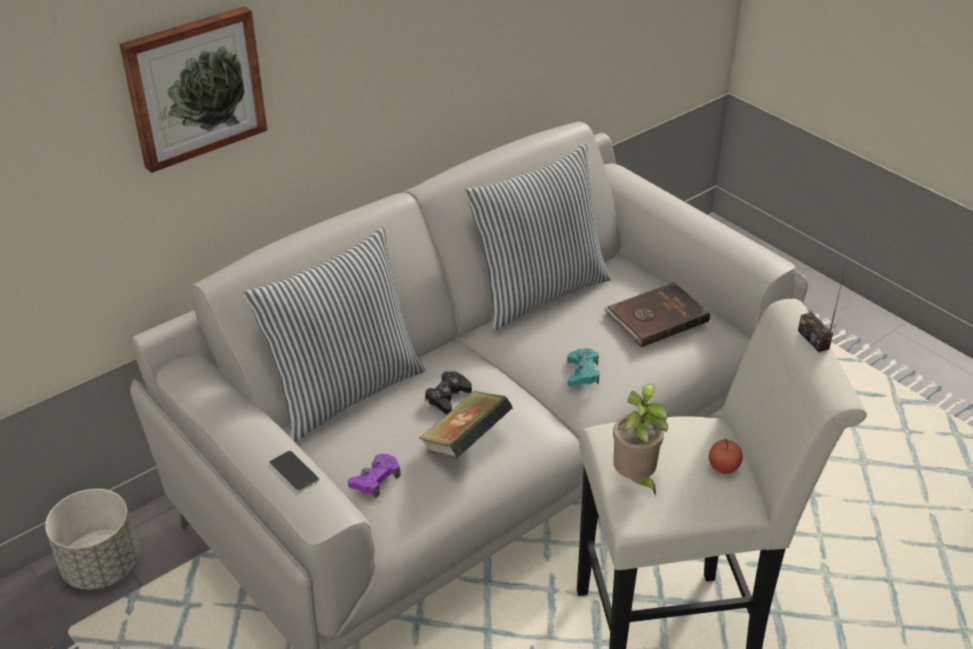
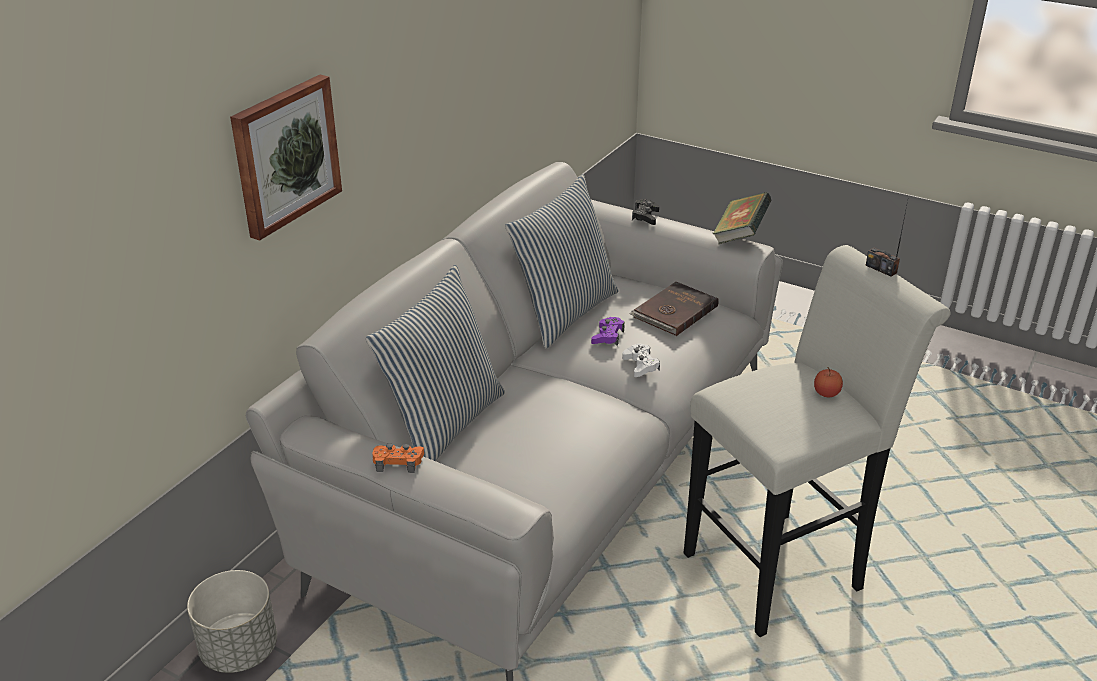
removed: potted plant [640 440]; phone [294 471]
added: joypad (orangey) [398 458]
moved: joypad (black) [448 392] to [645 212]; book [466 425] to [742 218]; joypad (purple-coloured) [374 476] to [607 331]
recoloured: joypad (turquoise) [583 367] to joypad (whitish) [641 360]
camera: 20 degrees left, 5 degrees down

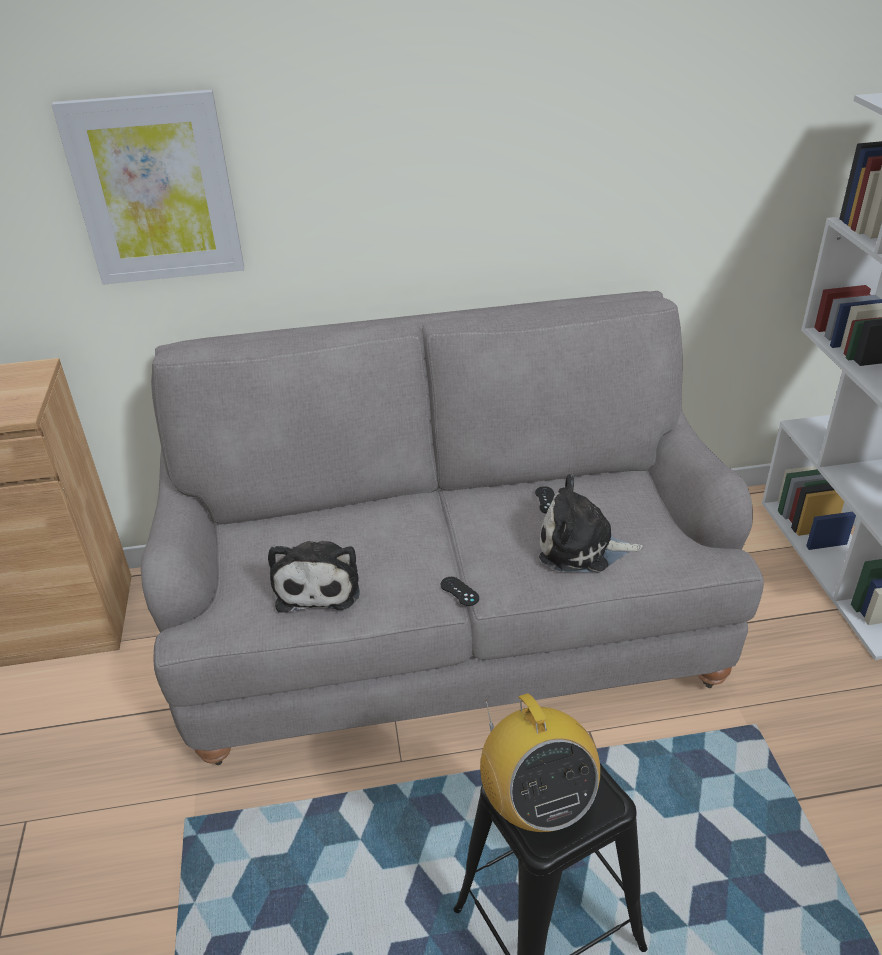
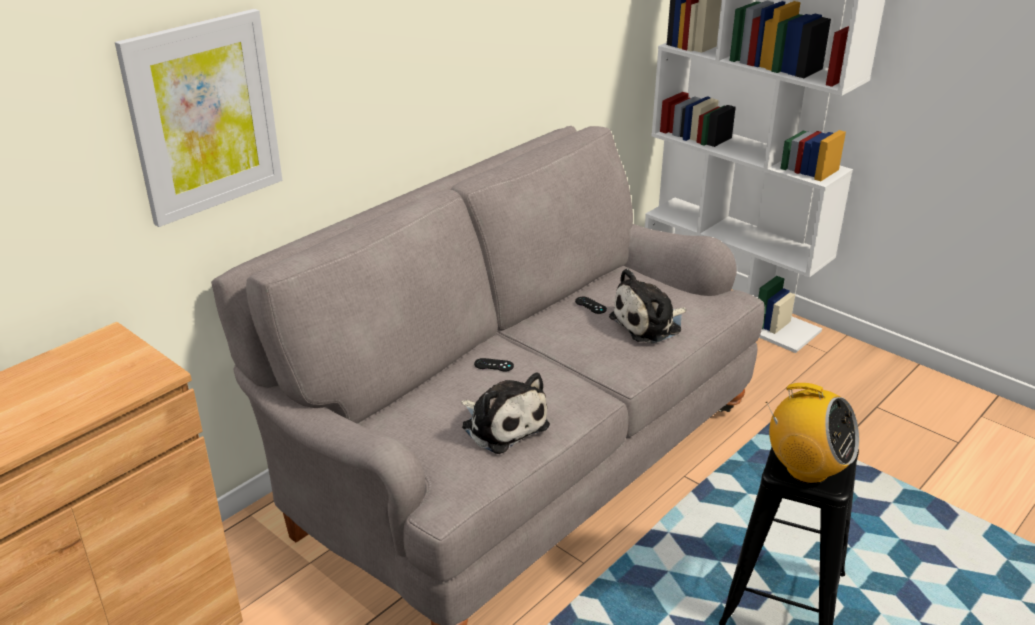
moved: joypad (black) [460 591] to [494 365]
camera: 40 degrees left, 5 degrees down

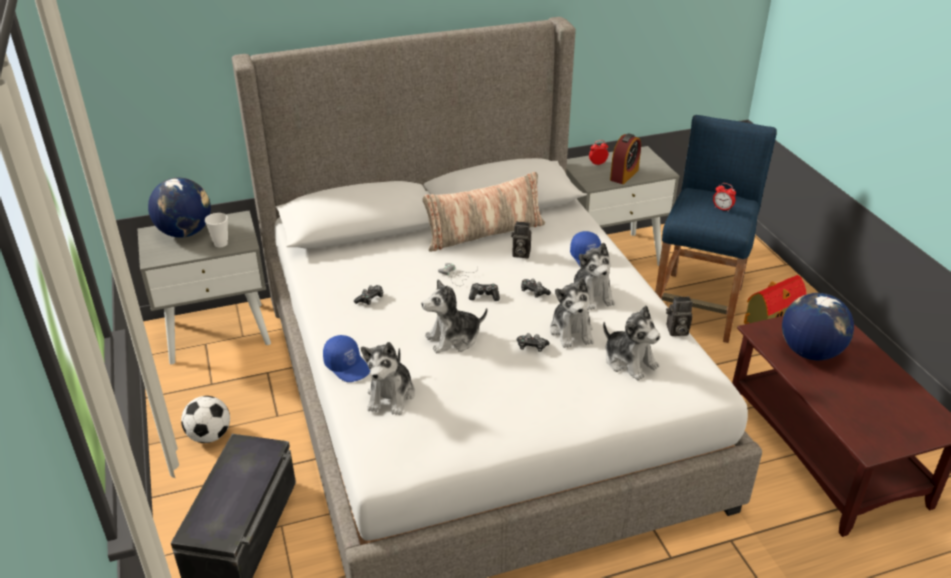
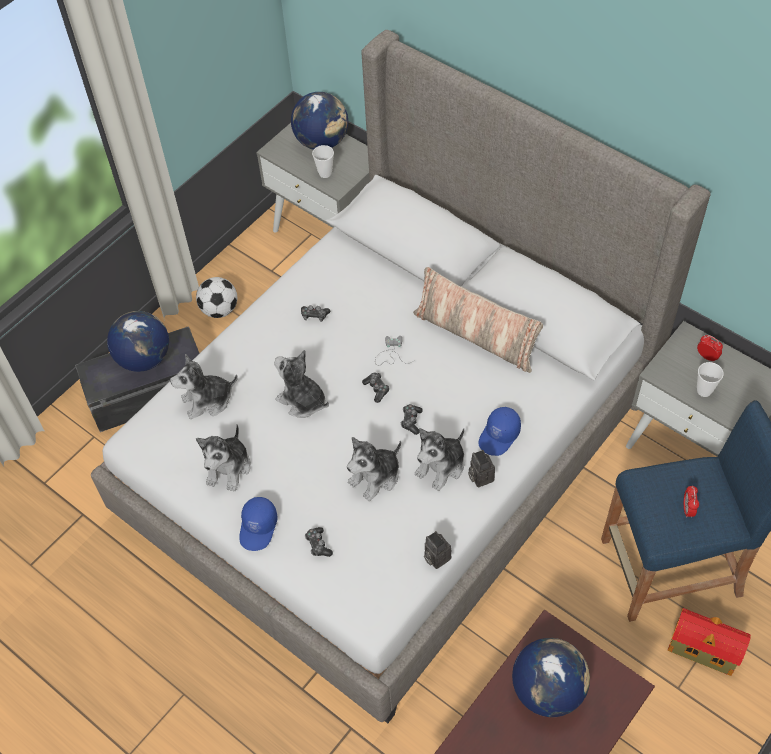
added: world globe [138 341]
moved: photo camera [521 239] to [481 468]; cuddly toy [632 343] to [223 458]; joypad [533 342] to [319 542]; peaked cap (bluish) [346 358] to [258 524]
replaced: table clock [625 159] to drinking cup [710 379]
camera: 60 degrees right, 20 degrees up

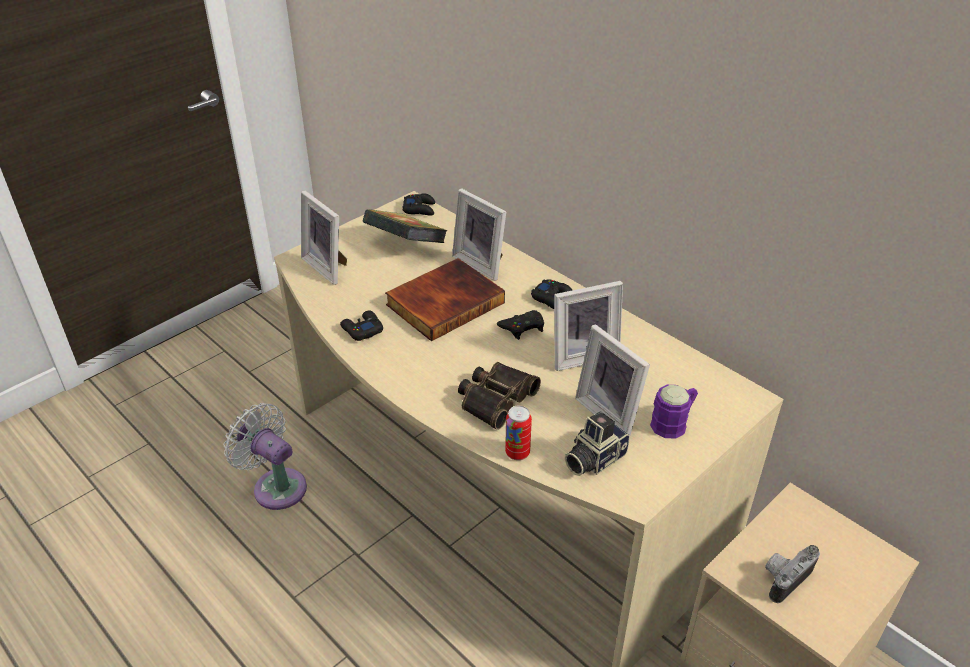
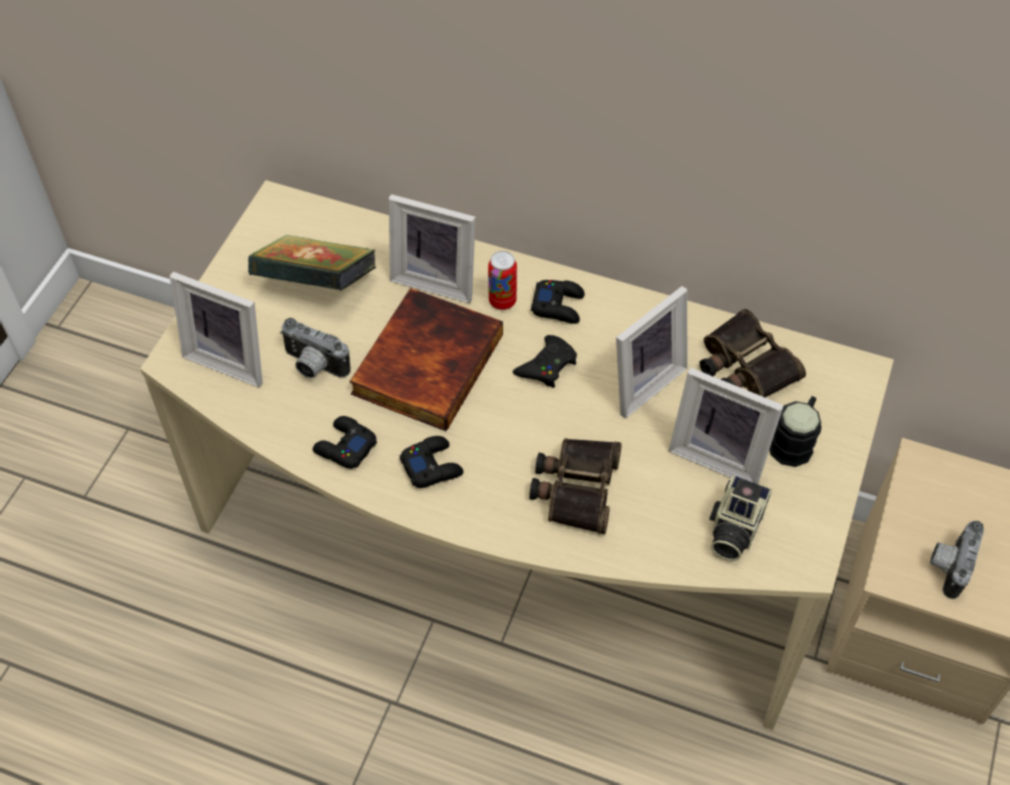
removed: cooling fan (whitish) [265 456]
added: binoculars [752 353]; photo camera [315 348]
moved: joypad (black) [419 204] to [431 462]; metal can [518 433] to [502 280]
recoloured: tea mug (purple-coloured) [674 412] to tea mug (black) [795 431]
camera: 25 degrees left, 15 degrees up

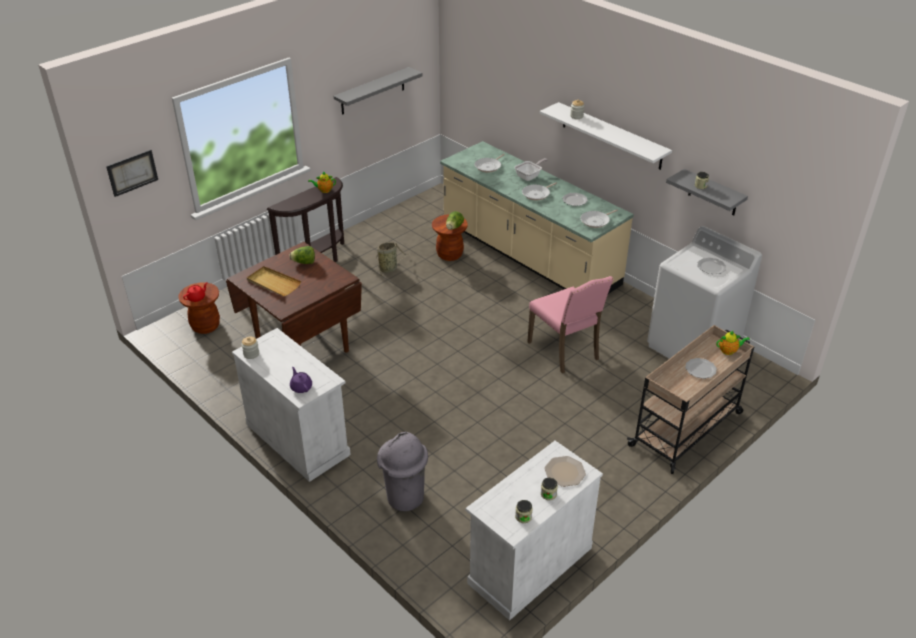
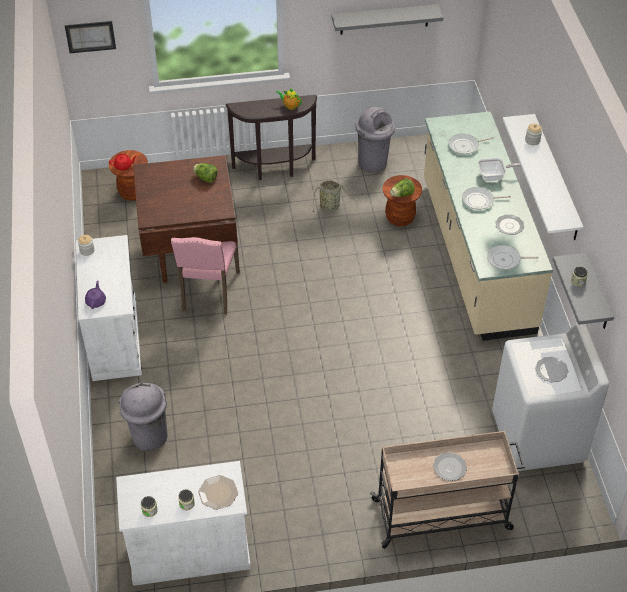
removed: serving tray (beige-coloured) [274 281]; tea pot [733 343]
added: waste bin (greyish) [375 139]
moved: chair (pink-coloured) [571 325] to [205 276]
camera: 35 degrees right, 10 degrees up

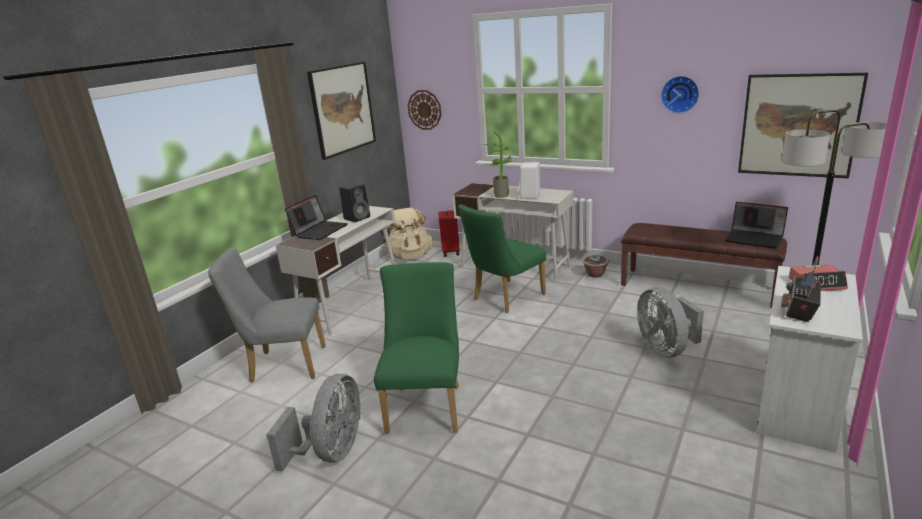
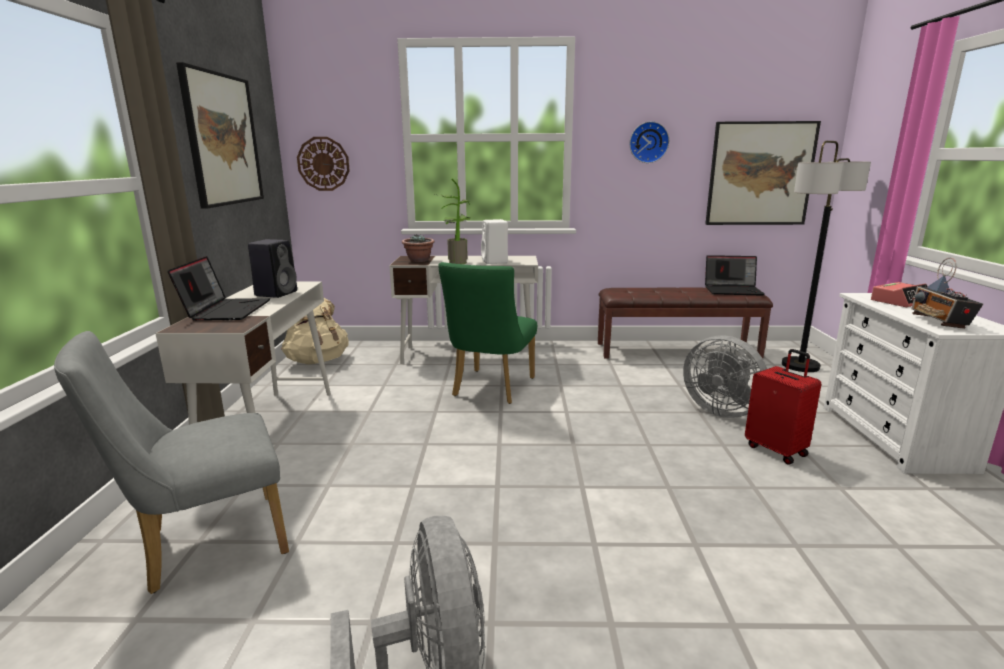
removed: chair (green) [416 348]
moved: travel case (red) [449 233] to [783 406]; potted plant [595 266] to [418 248]
camera: 30 degrees left, 5 degrees down

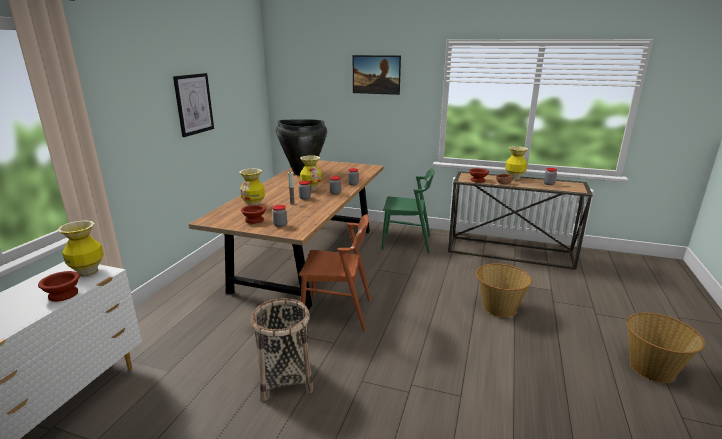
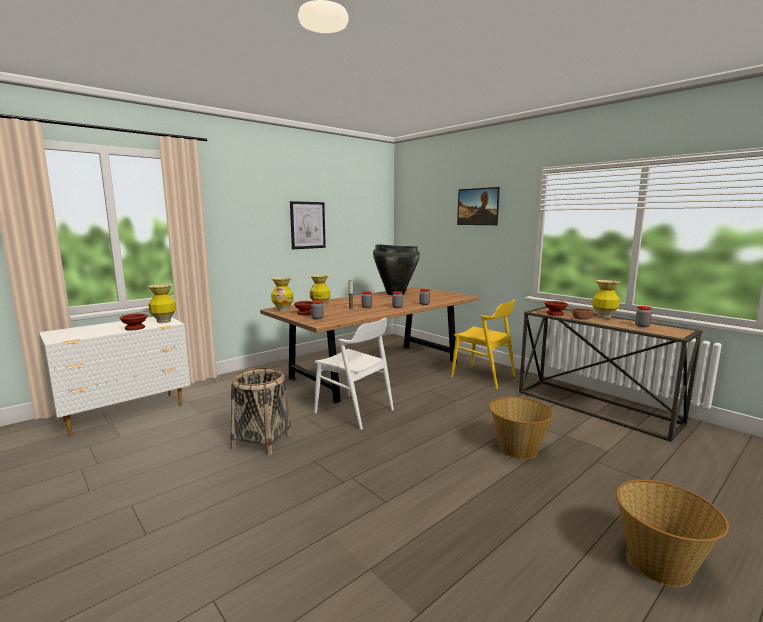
moved: decorative vase [311 173] to [282 294]
recoloured: chair (green) [408 210] to chair (yellow) [483 344]; chair (brown) [335 272] to chair (whitish) [354 374]
camera: 30 degrees right, 10 degrees down

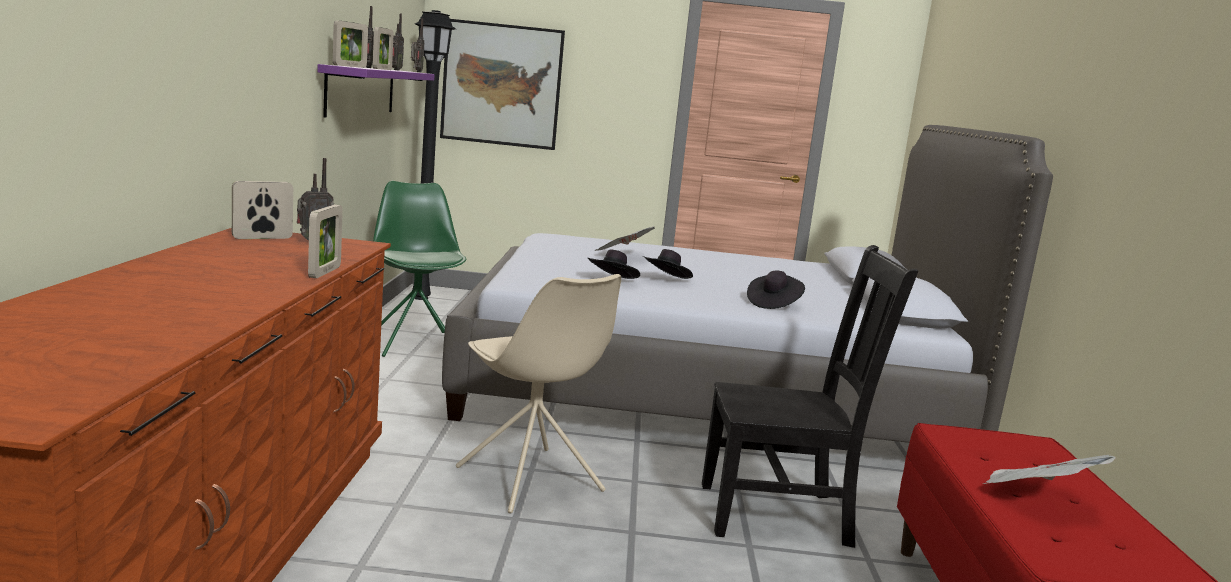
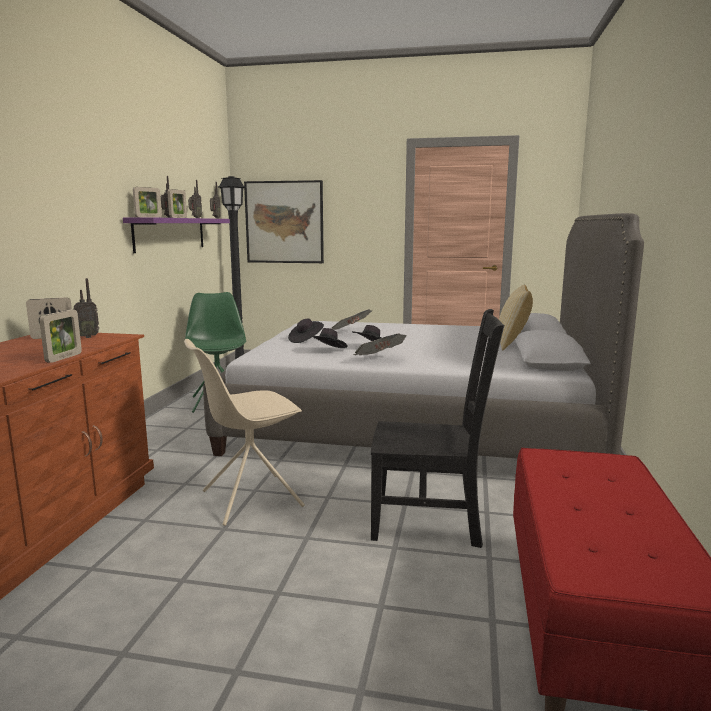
added: pillow [516 318]
moved: hat (black) [776 290] to [306 331]; daily paper [1049 469] to [380 344]
turned: chair (beige-coloured) [538 393] = [244 432] 90 degrees clockwise
camera: 10 degrees right, 0 degrees up

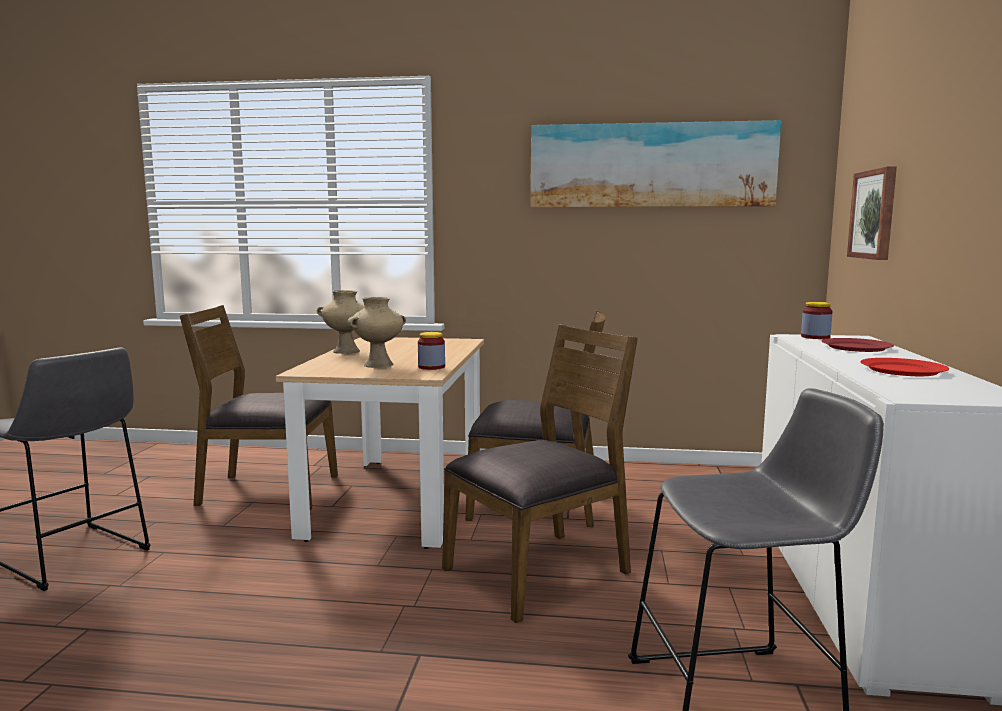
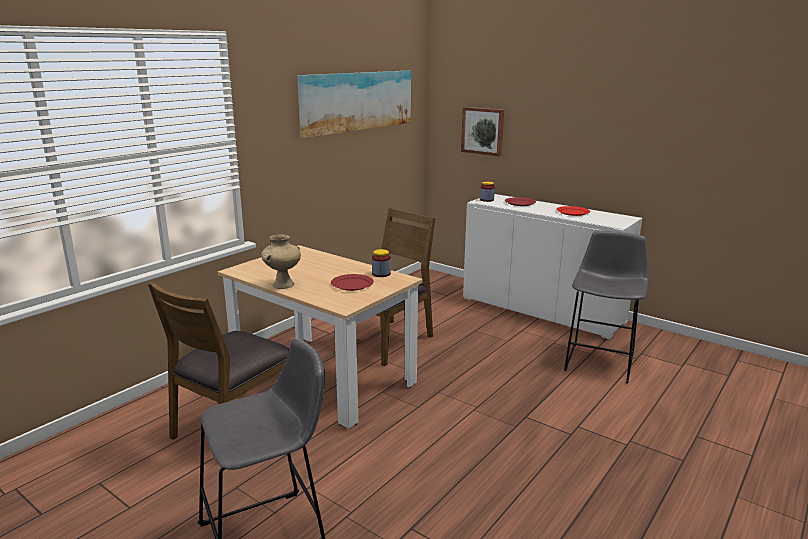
removed: chair (brown) [540 473]
replaced: decorative vase (beige-coloured) [376 332] to dinner plate (red) [352 282]
camera: 60 degrees left, 10 degrees up

